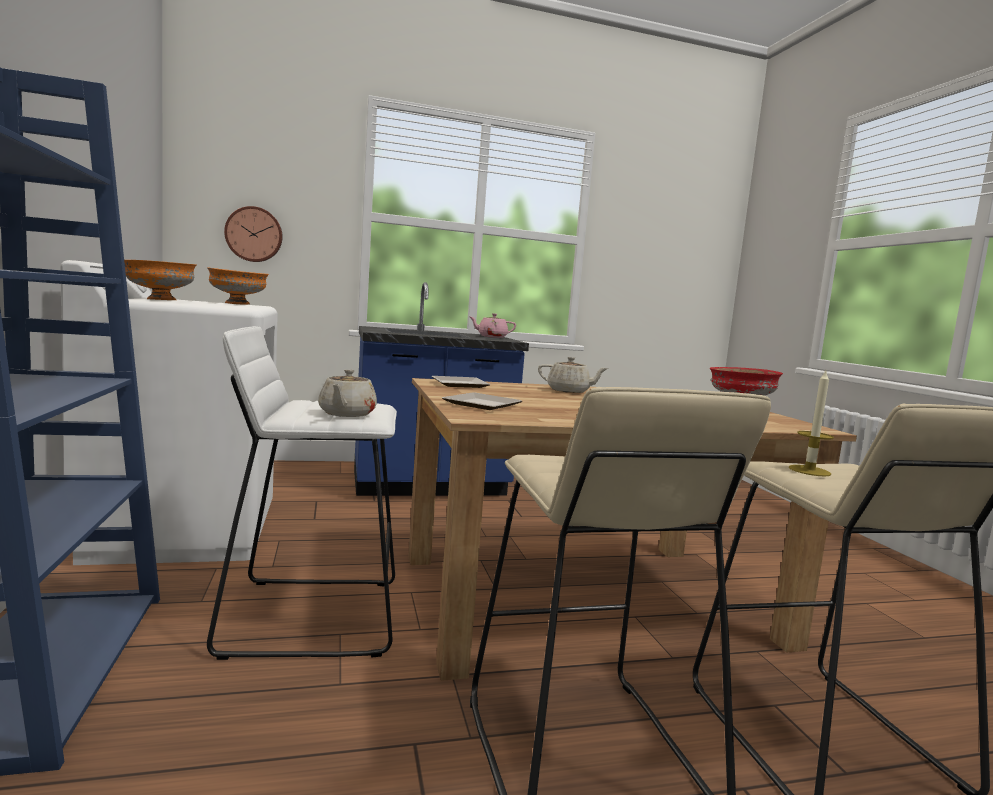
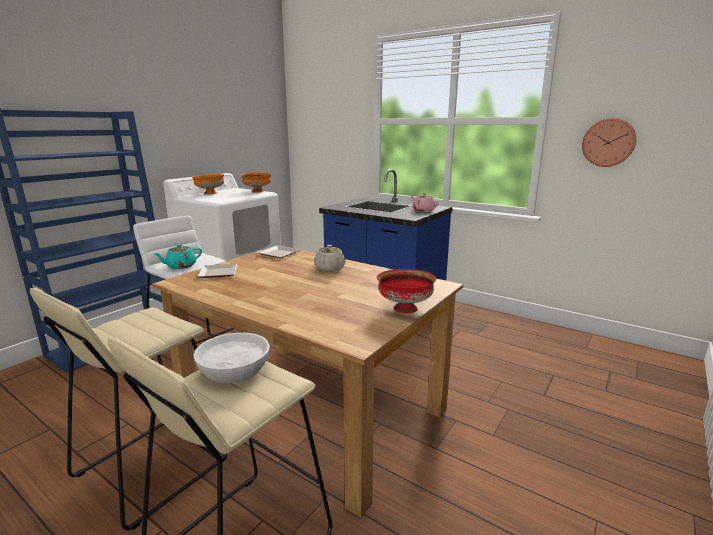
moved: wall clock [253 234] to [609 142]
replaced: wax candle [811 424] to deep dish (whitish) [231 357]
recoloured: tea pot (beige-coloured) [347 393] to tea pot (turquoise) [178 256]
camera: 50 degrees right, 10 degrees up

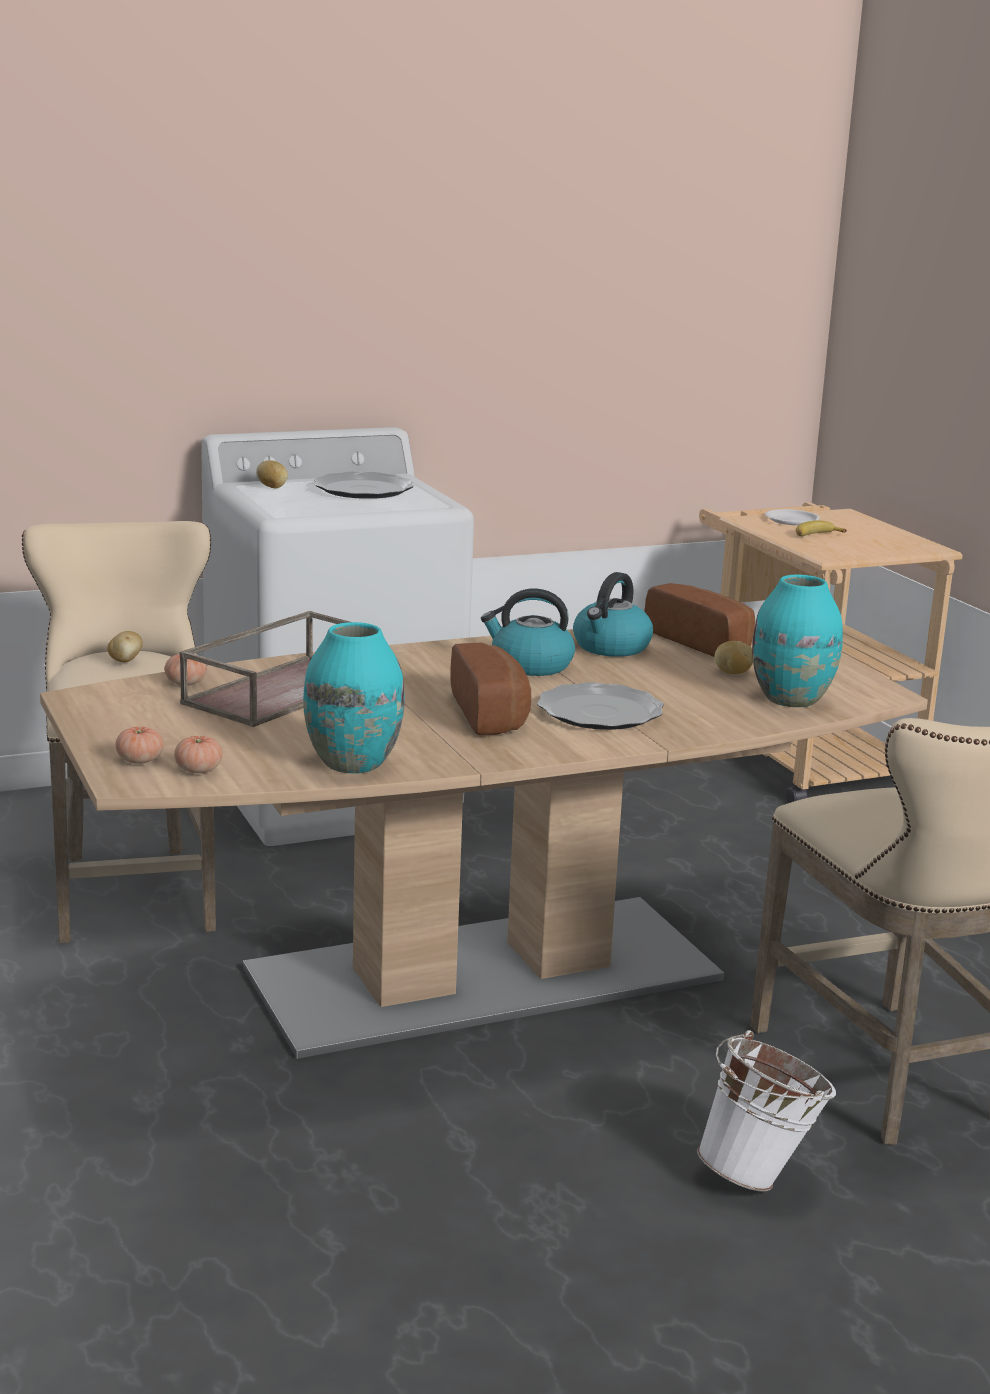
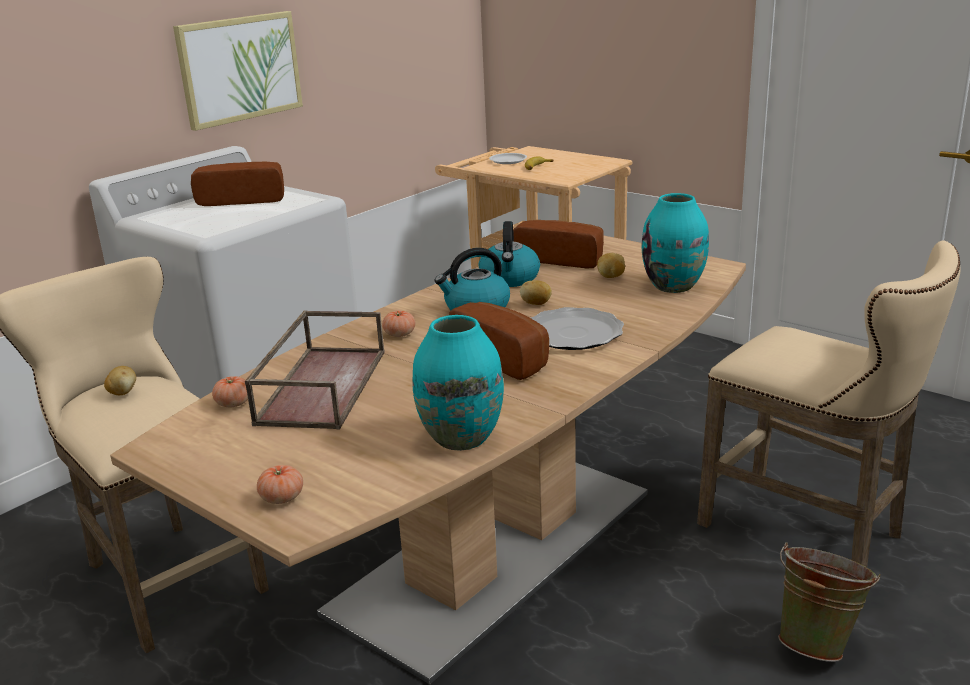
added: picture [238 71]
moved: whole potato [272 474] to [536 292]; tomato [198 754] to [398 324]
replaced: dinner plate [364 485] to bakery bread [237 184]
recoloured: water bucket (whitish) [766 1111] to water bucket (green) [829 602]
camera: 25 degrees left, 5 degrees up

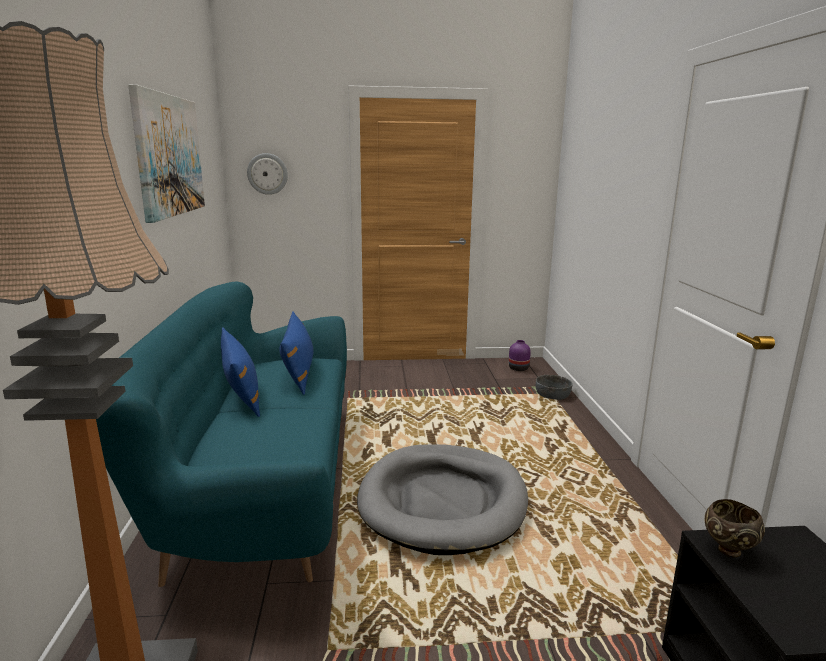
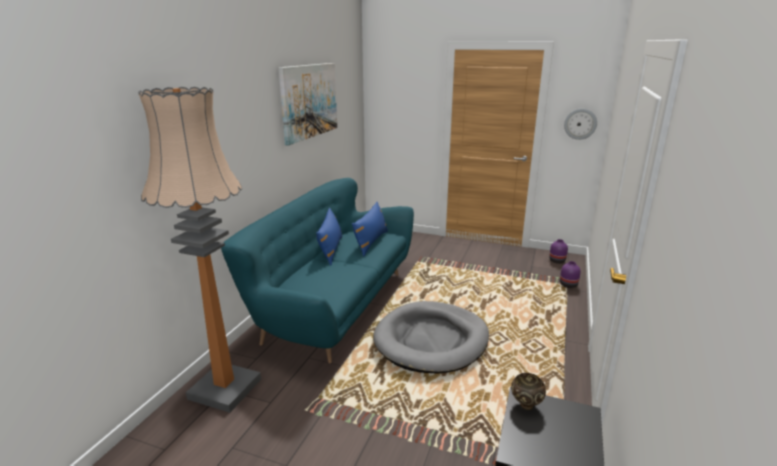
moved: wall clock [267 174] to [580 124]
replaced: deep dish (greyish) [554 387] to decorative vase (purple-coloured) [570 274]
camera: 25 degrees right, 5 degrees up

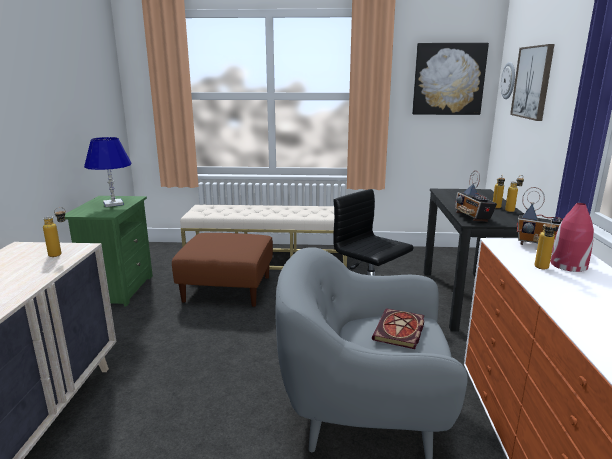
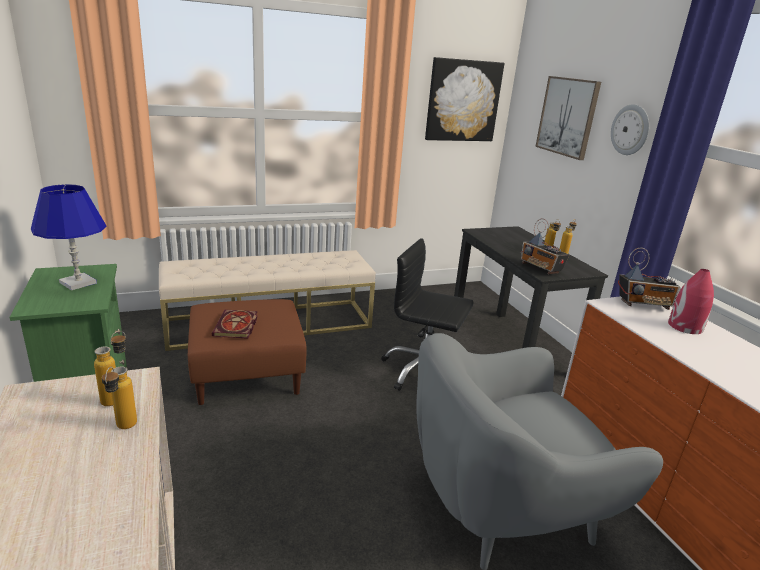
moved: wall clock [508 80] to [630 129]; drink bottle [545 244] to [119 398]; book [398 328] to [235 324]
camera: 25 degrees left, 5 degrees up

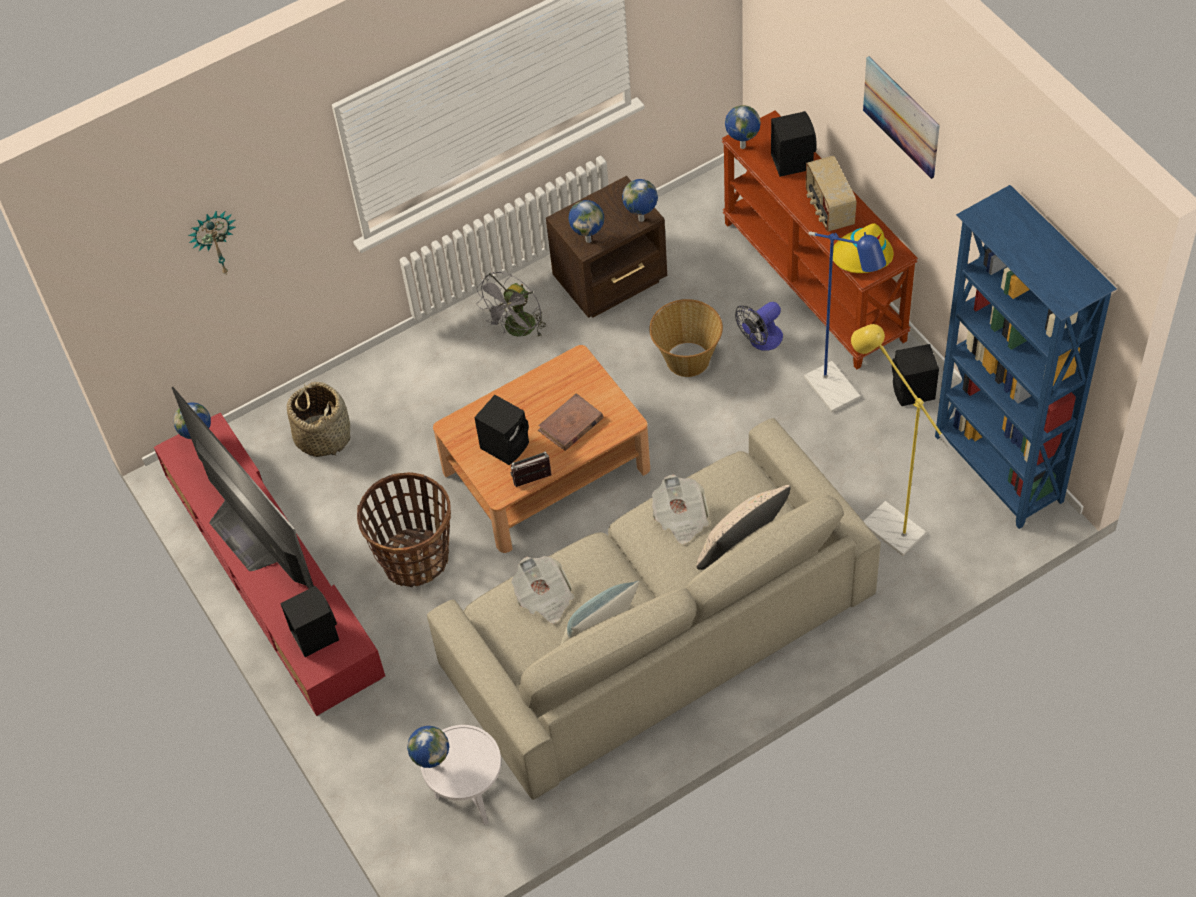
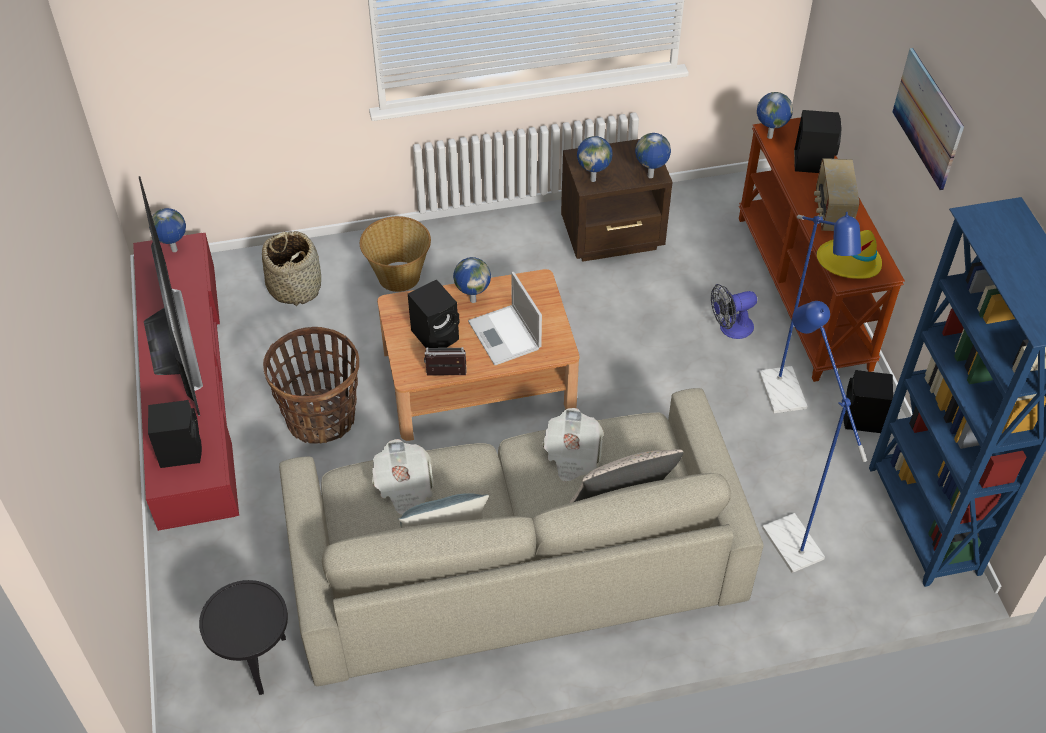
removed: wall clock [211 243]; cooling fan (greyish) [511 305]
moved: household basket [686 338] to [395 254]; world globe [428 747] to [472 280]
replaced: book (brown) [571 422] to portable computer [505 318]
recoloured: floor lamp (yellow) [900 440] to floor lamp (bluish) [814 437]; accent table (whitish) [461 775] to accent table (black) [243 637]
camera: 15 degrees right, 5 degrees down

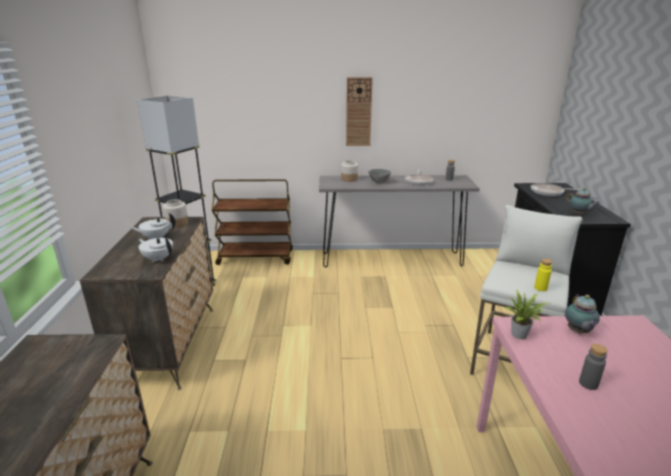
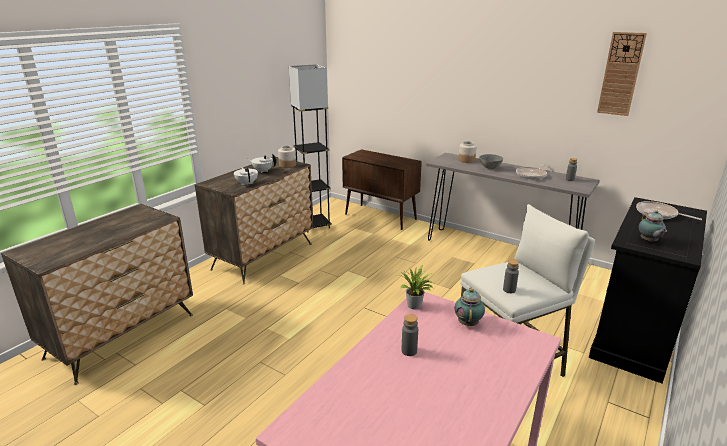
moved: wall clock [359 111] to [622 74]
replaced: cart (brown) [252 222] to cupboard (brown) [382 189]
recoloured: drink bottle (yellow) [543 275] to drink bottle (greyish) [511 276]
turned: tea pot [582 313] = [469 307] 150 degrees clockwise
camera: 35 degrees right, 0 degrees up

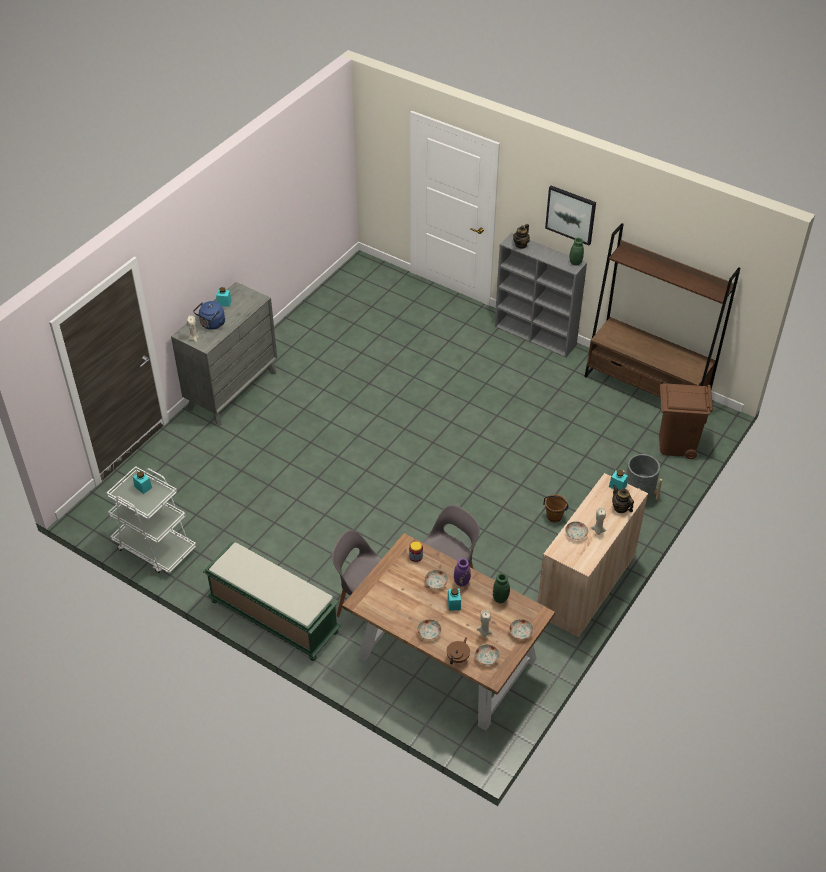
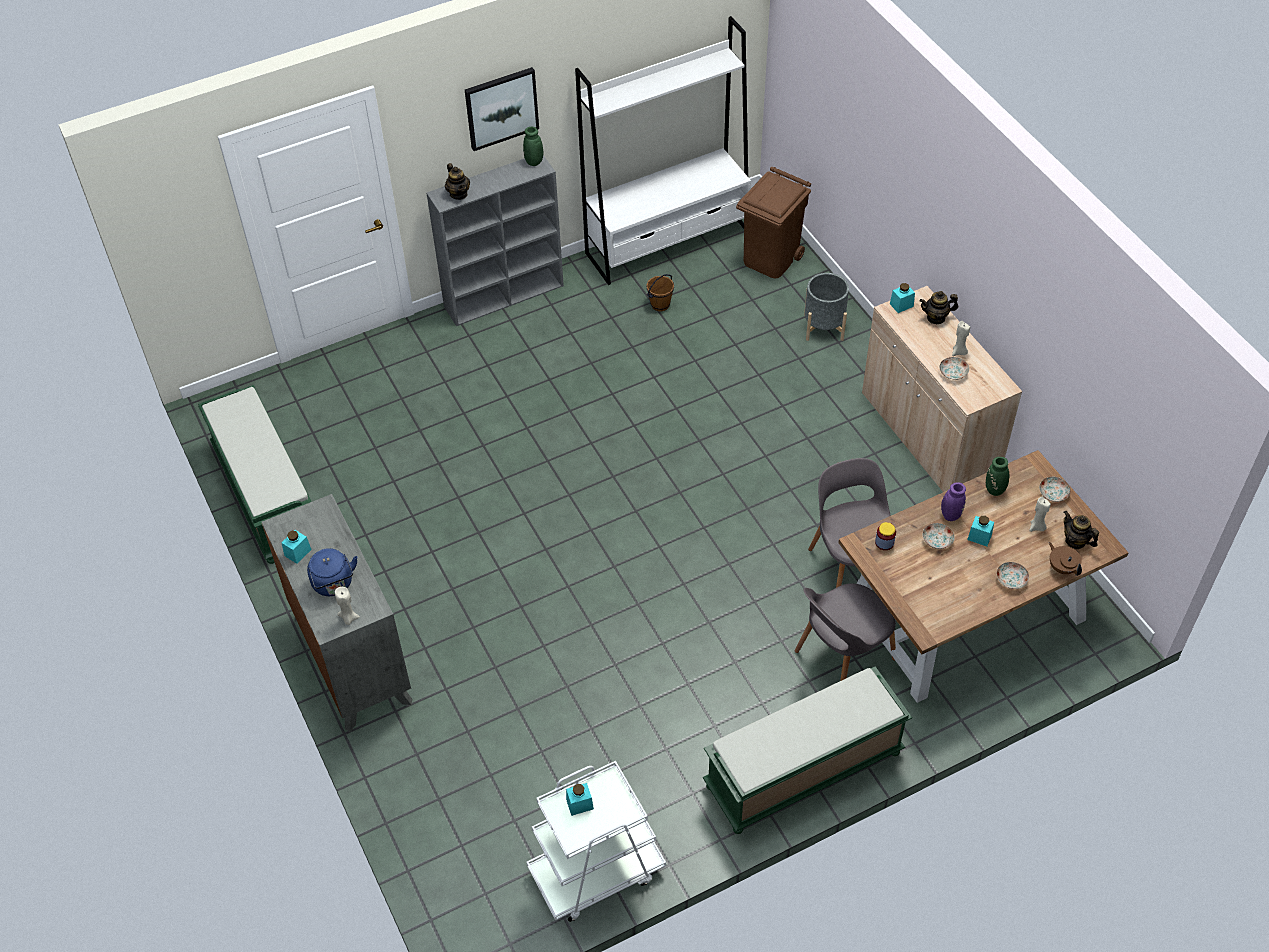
added: indoor bench (green) [255 474]
moved: water bucket (brown) [555 508] to [660 292]
replaced: dinner plate [487 654] to tea pot [1081 530]
recoloured: shelving unit (brown) [662 310] to shelving unit (whitish) [663 150]
camera: 60 degrees left, 5 degrees up

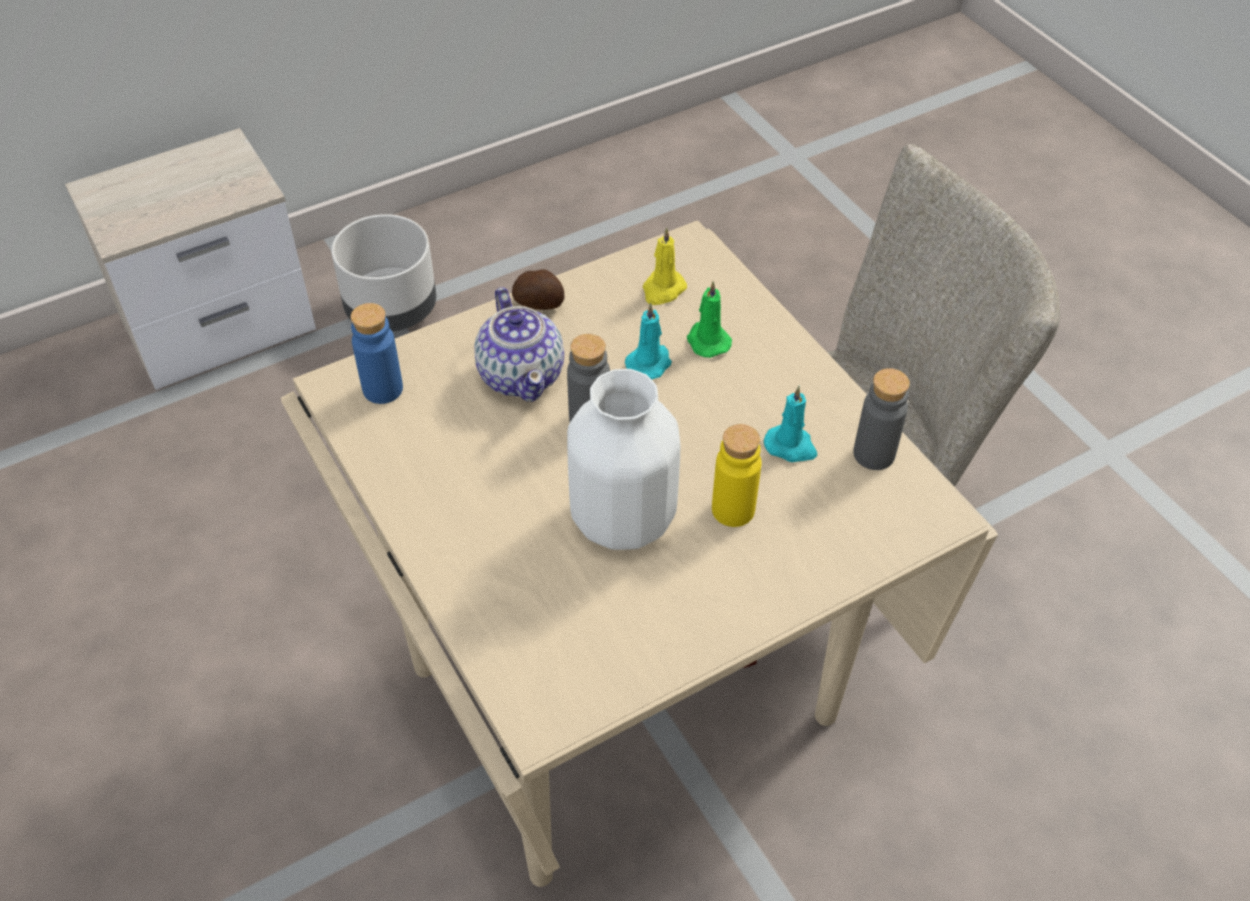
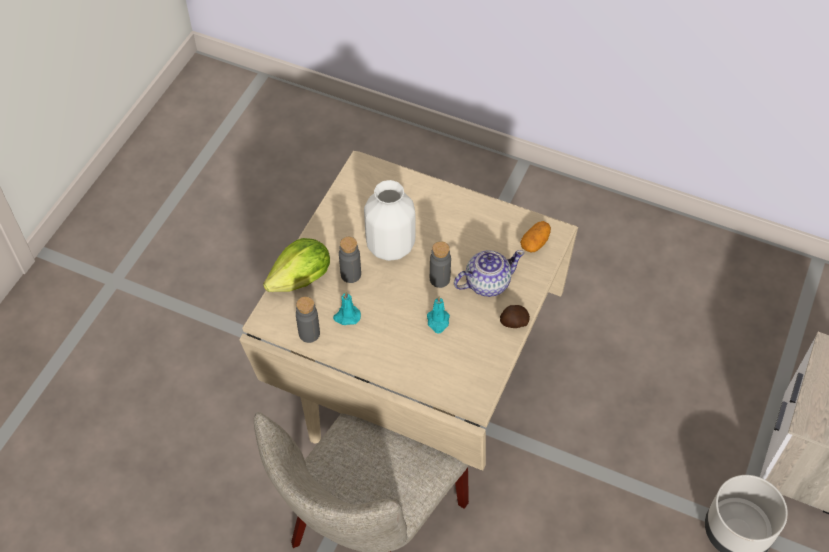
removed: wax candle (yellow) [665 266]; wax candle (green) [709 319]
added: head of lettuce [296 265]
replaced: drink bottle (bluish) [377 353] to whole potato [535 236]
recoloured: drink bottle (yellow) [737 475] to drink bottle (greyish) [350 260]
turned: tea pot [519 344] = [489 273] 120 degrees clockwise
camera: 145 degrees right, 5 degrees up

